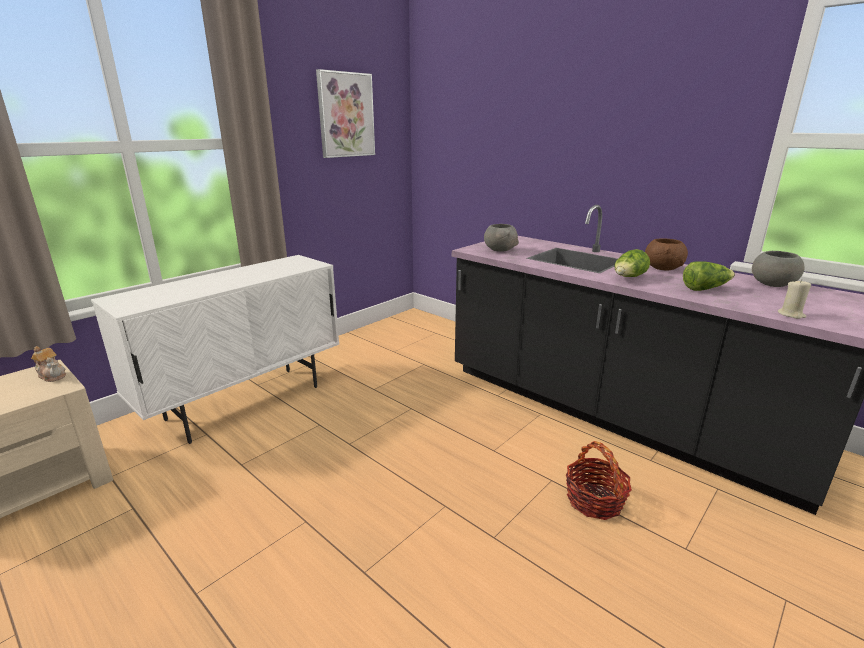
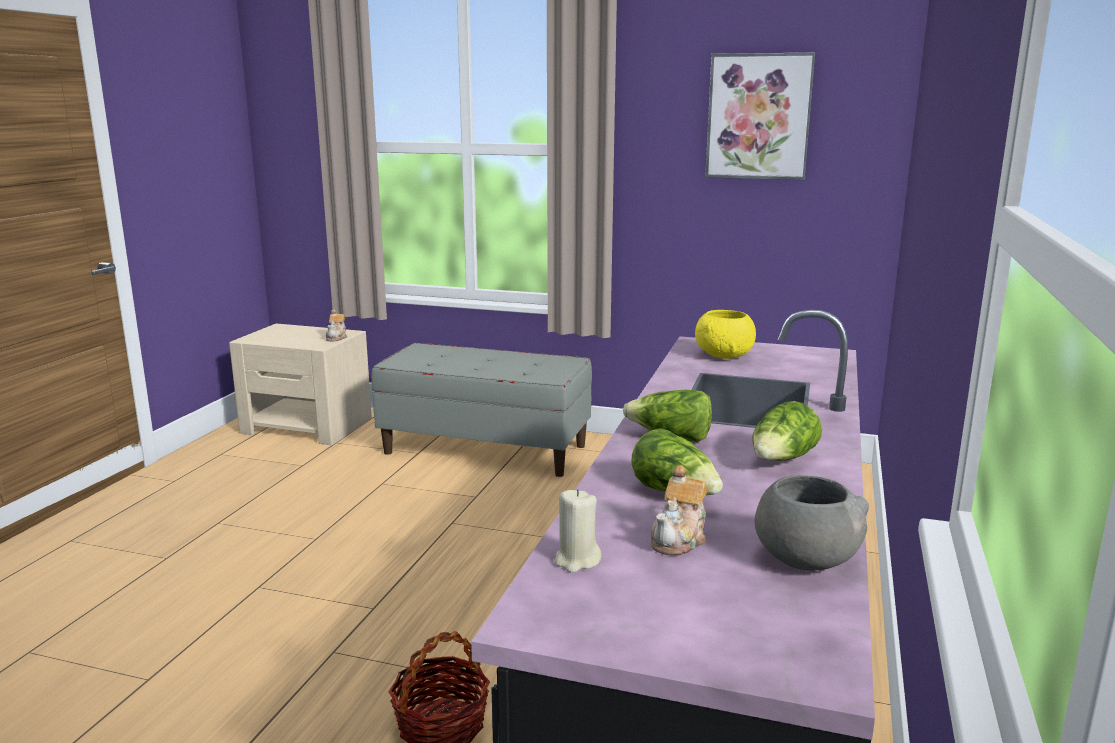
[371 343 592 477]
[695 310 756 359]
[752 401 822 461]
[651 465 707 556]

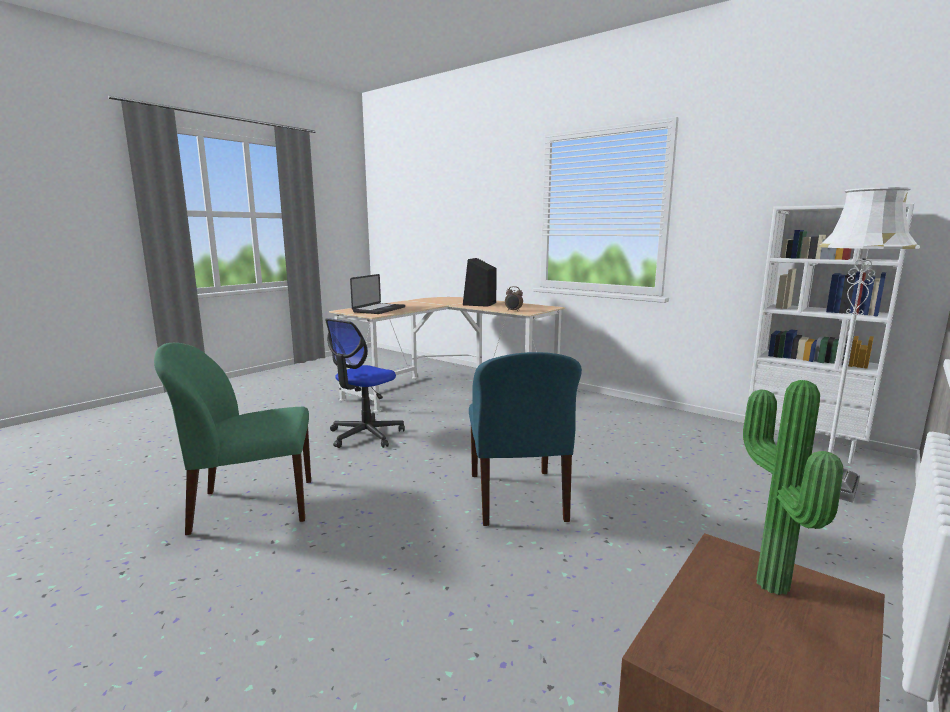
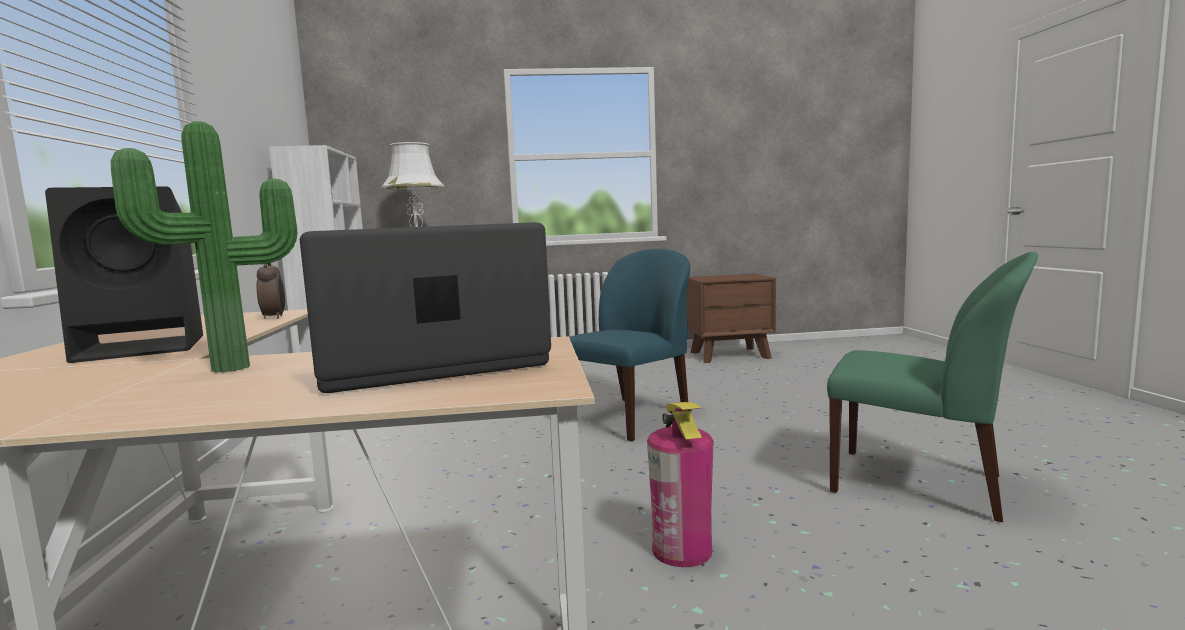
[647 402 713 567]
[111 121 297 373]

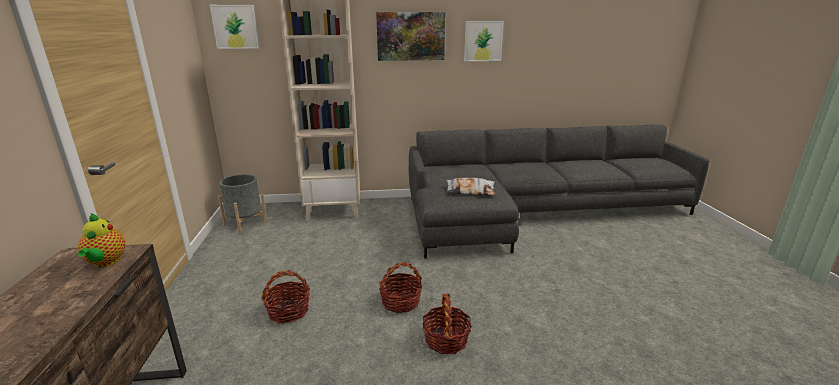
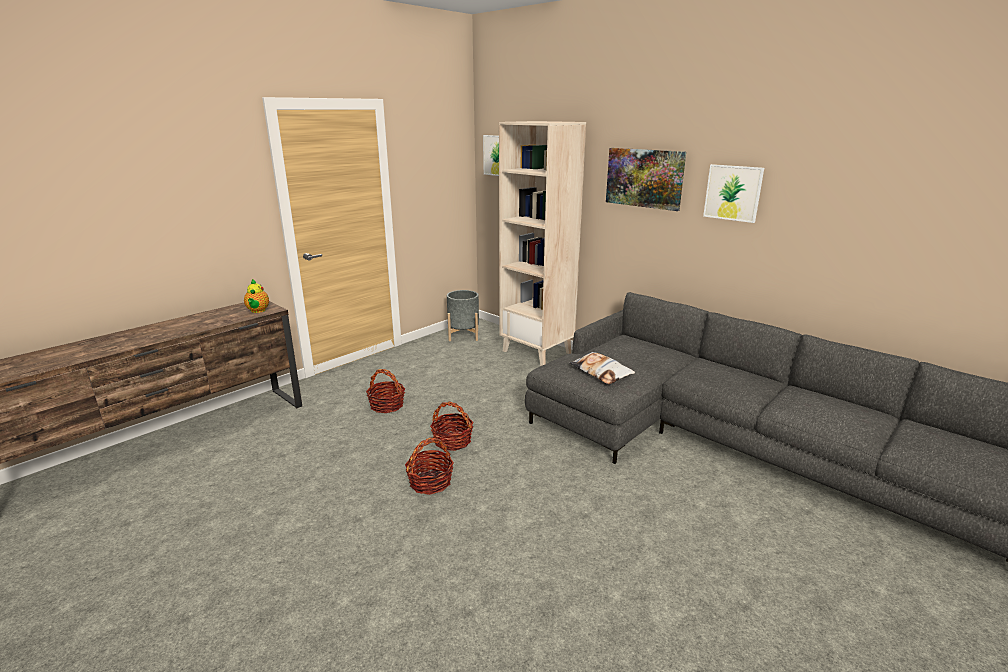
[244 279 269 313]

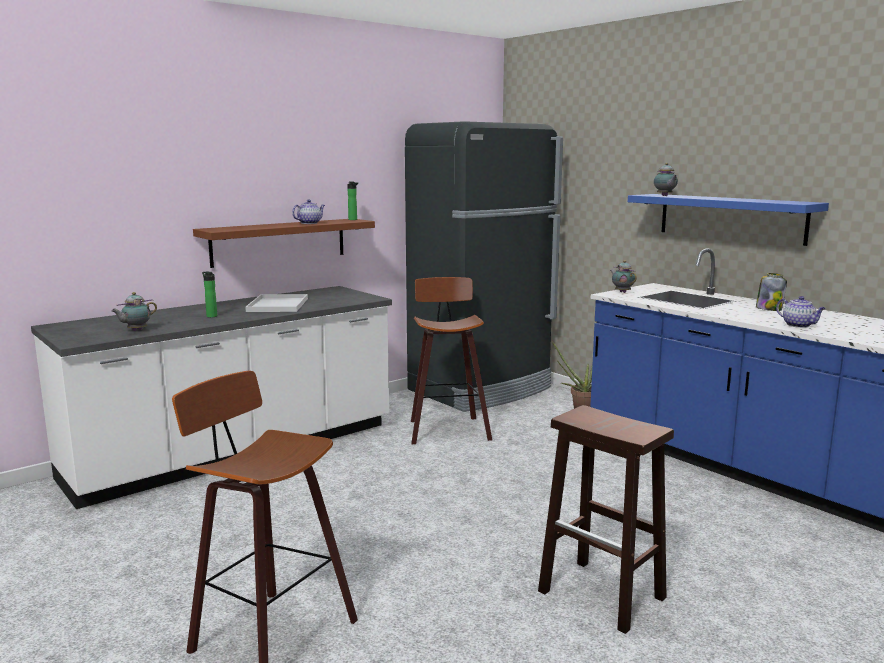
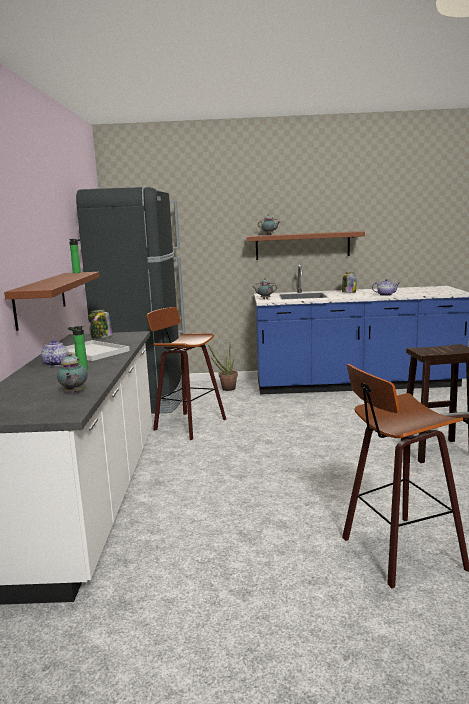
[41 340 68 366]
[246 231 365 260]
[88 310 112 339]

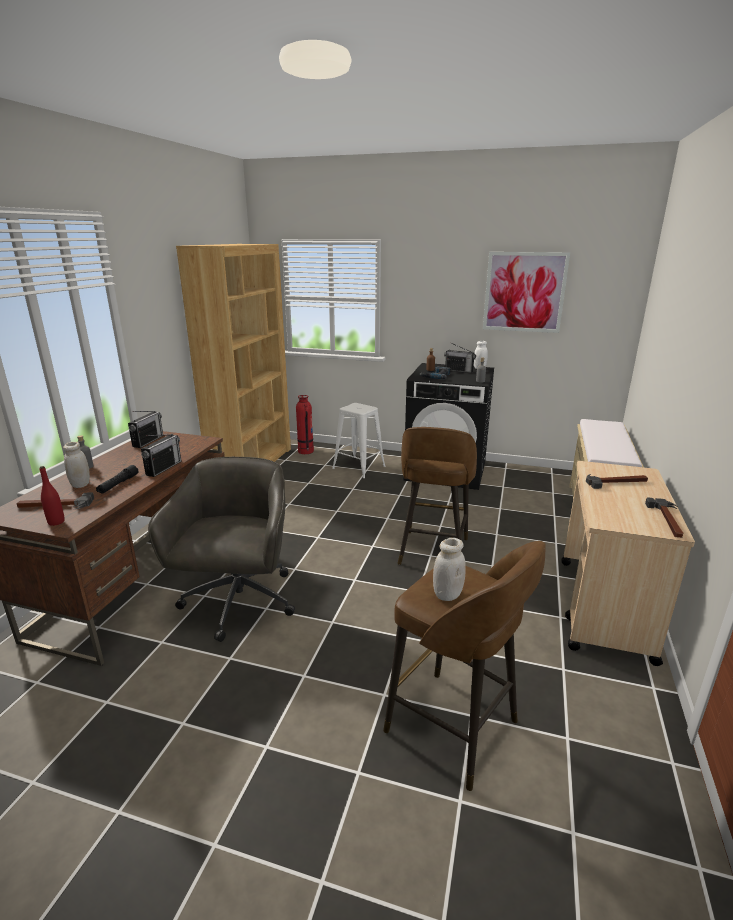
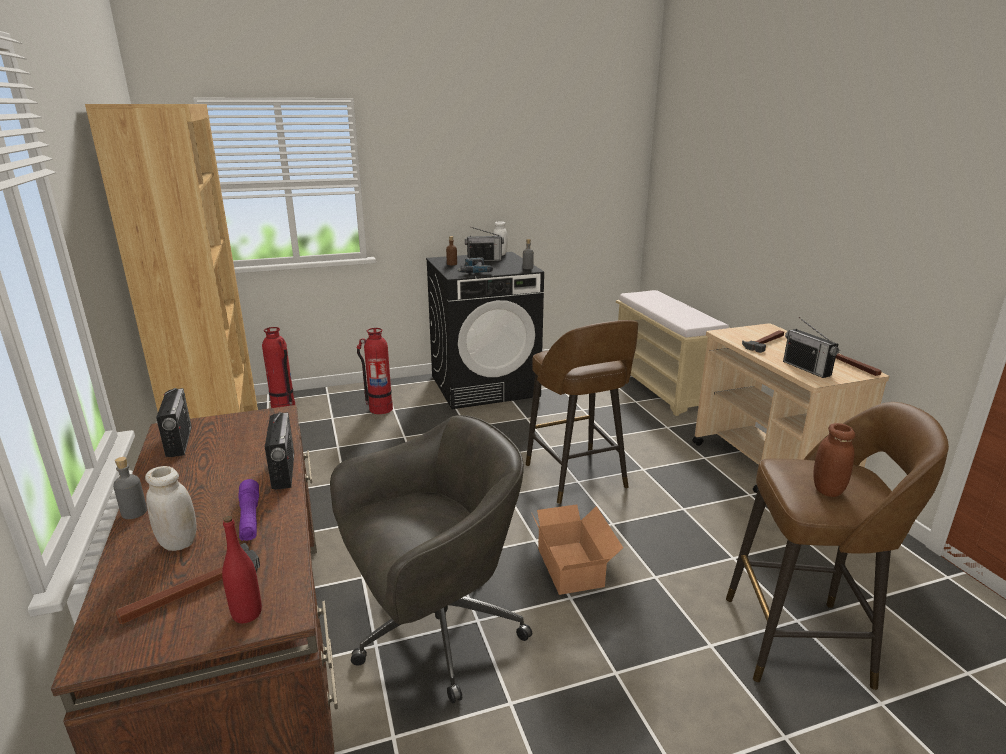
[238 479 259 541]
[330 415 532 703]
[357 328 393 414]
[813 423 855 497]
[483 252 570 333] (first image)
[531 504 623 595]
[783 317 839 378]

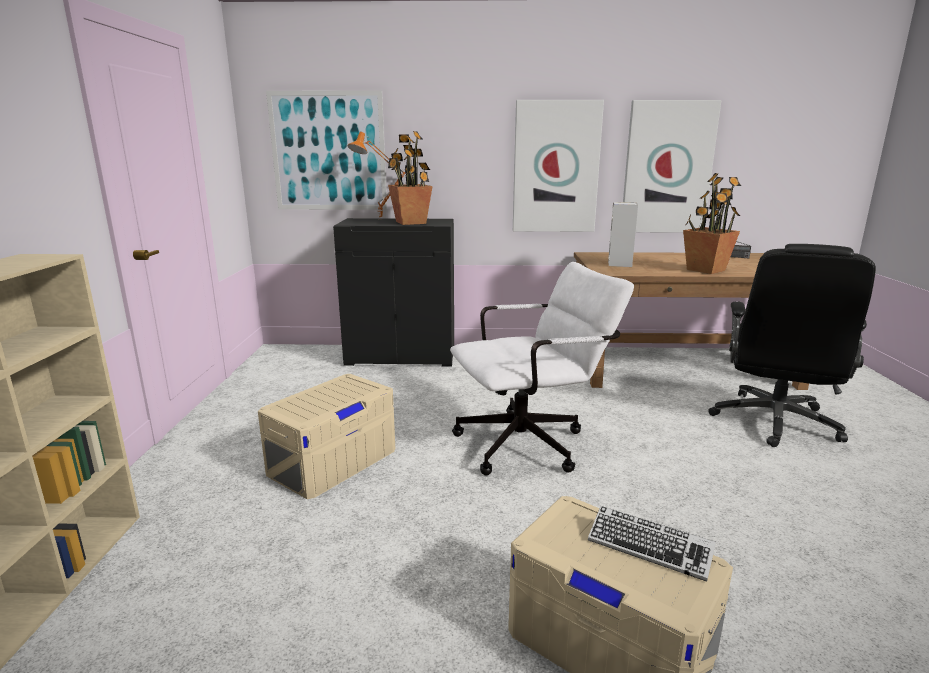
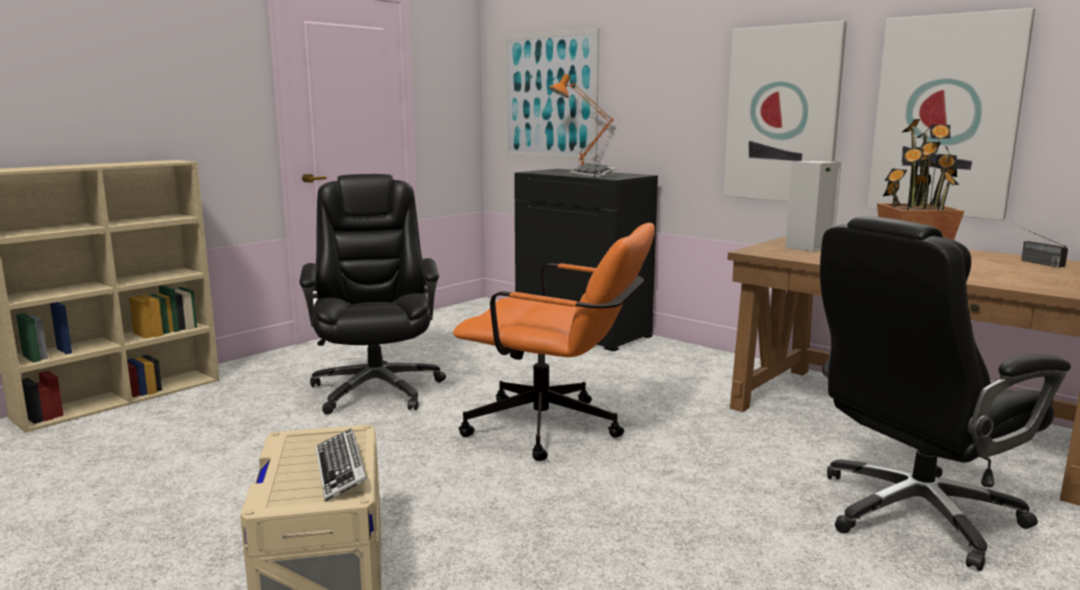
[299 174 446 414]
[570 163 617 178]
[453 223 655 461]

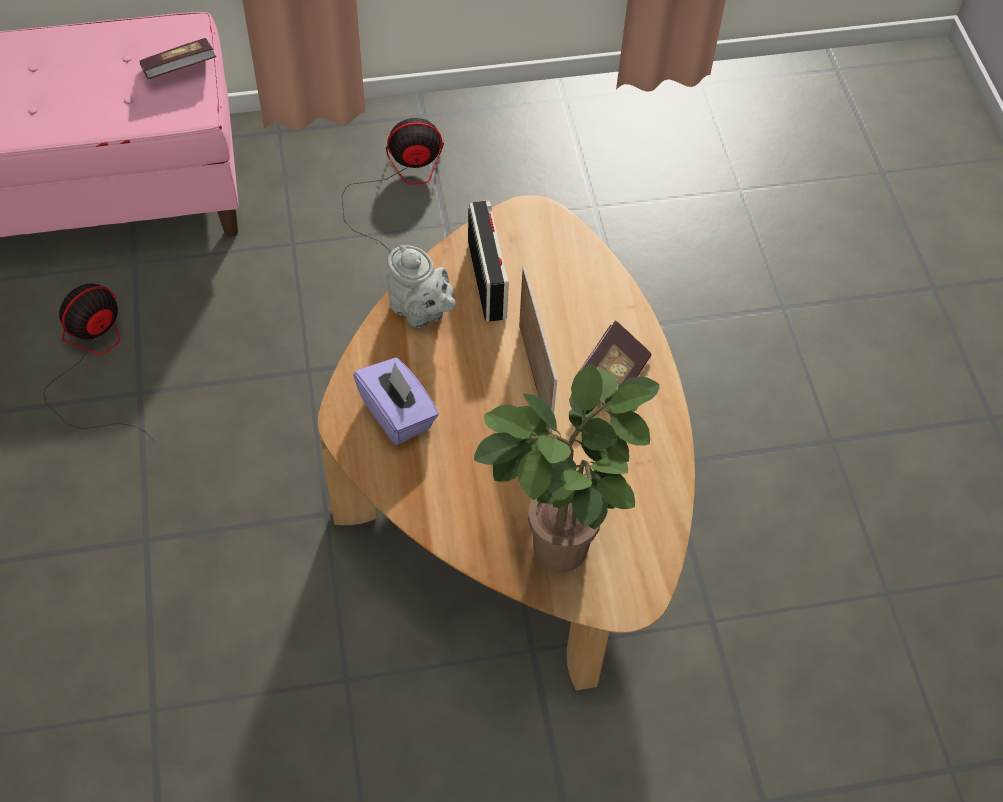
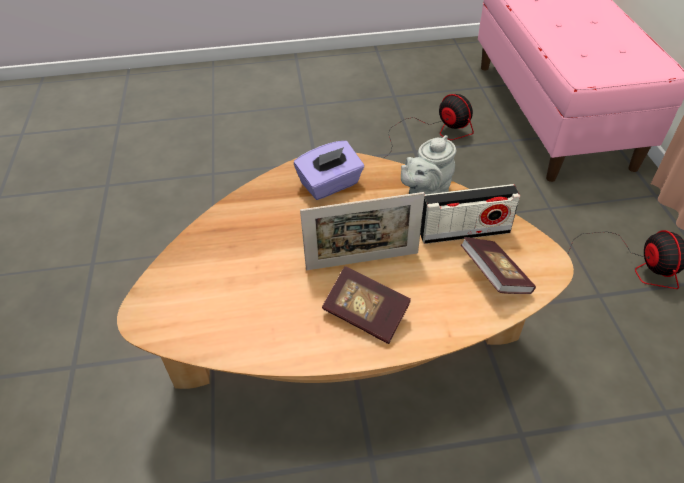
[461 237 536 294]
[474 364 660 572] (first image)

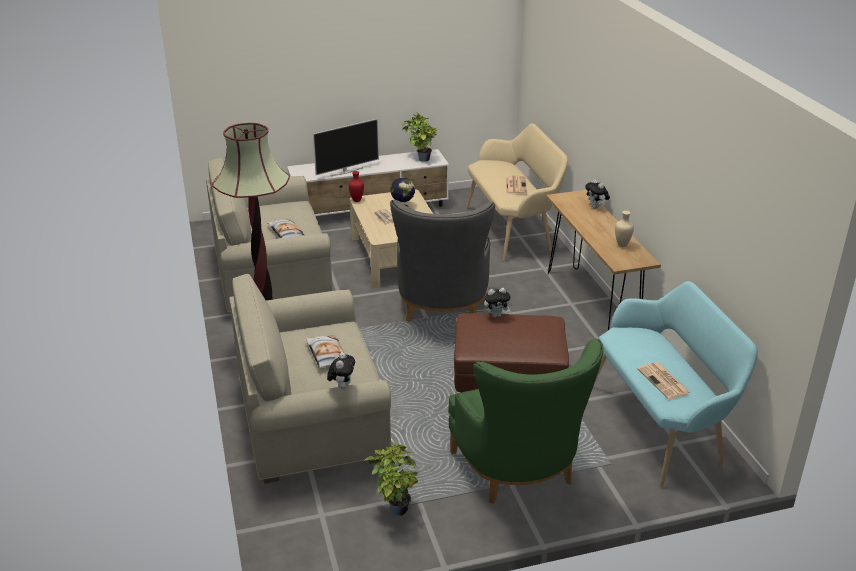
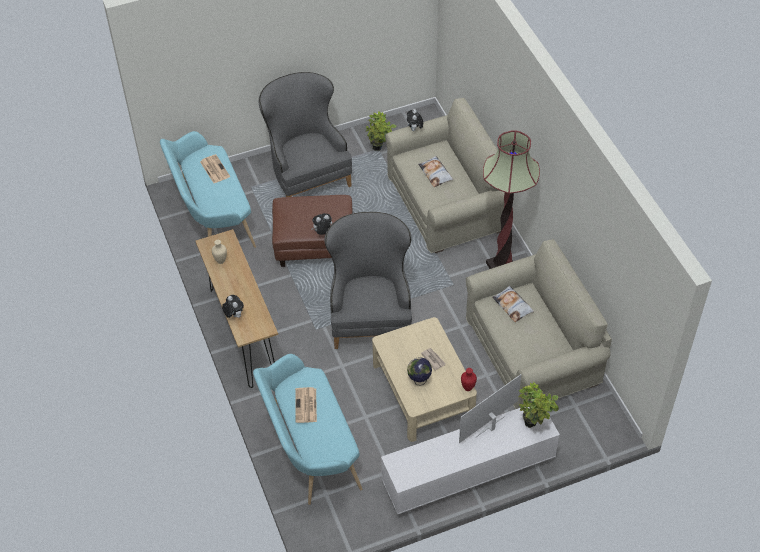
[518 382 559 428]
[259 72 352 197]
[253 354 362 505]

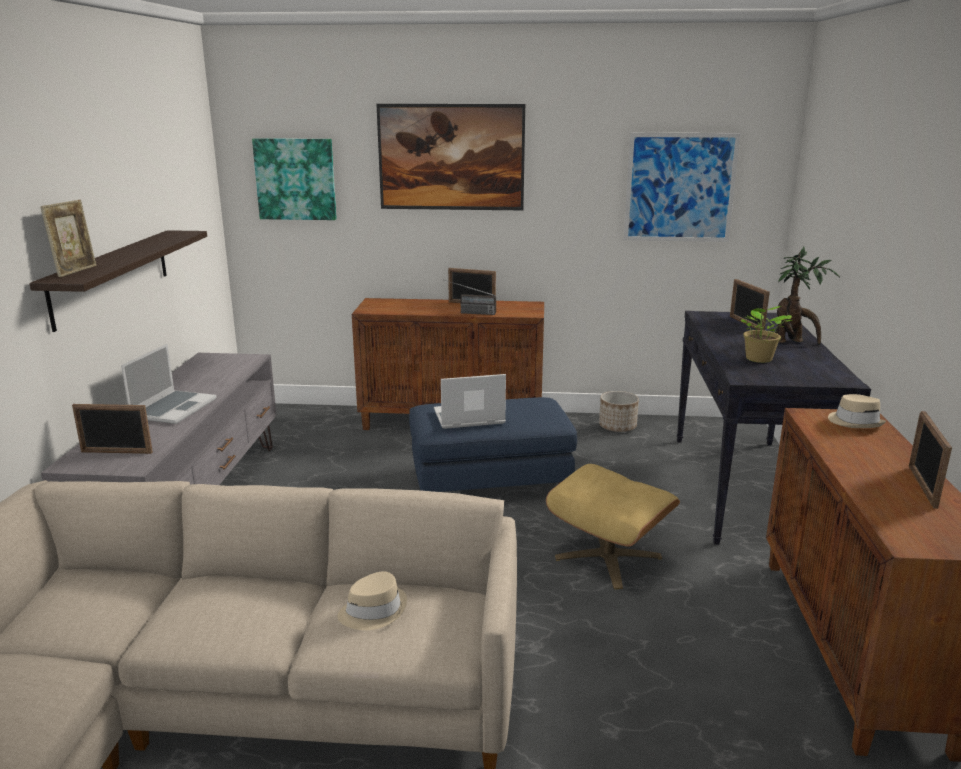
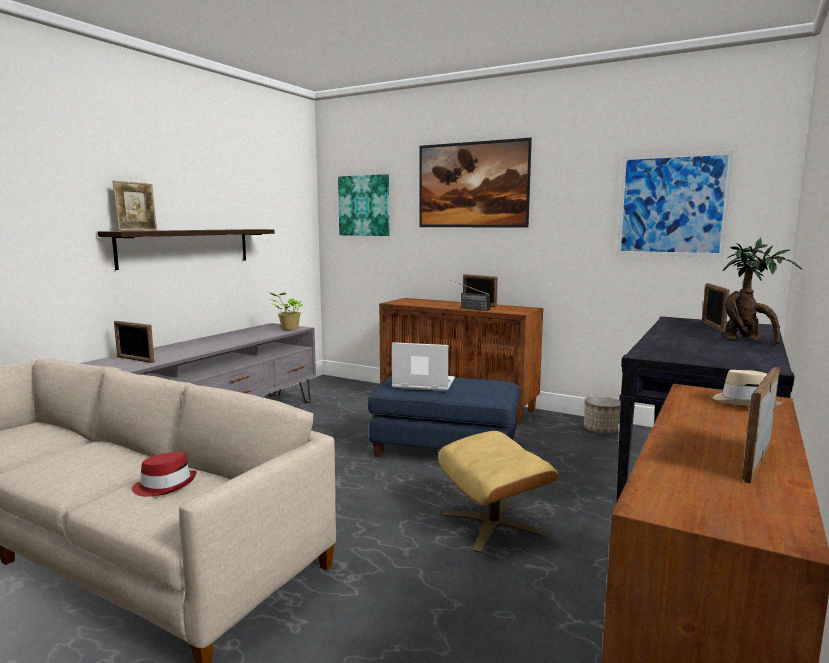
[121 344 217 424] (first image)
[132 452 196 497]
[270 293 303 330]

